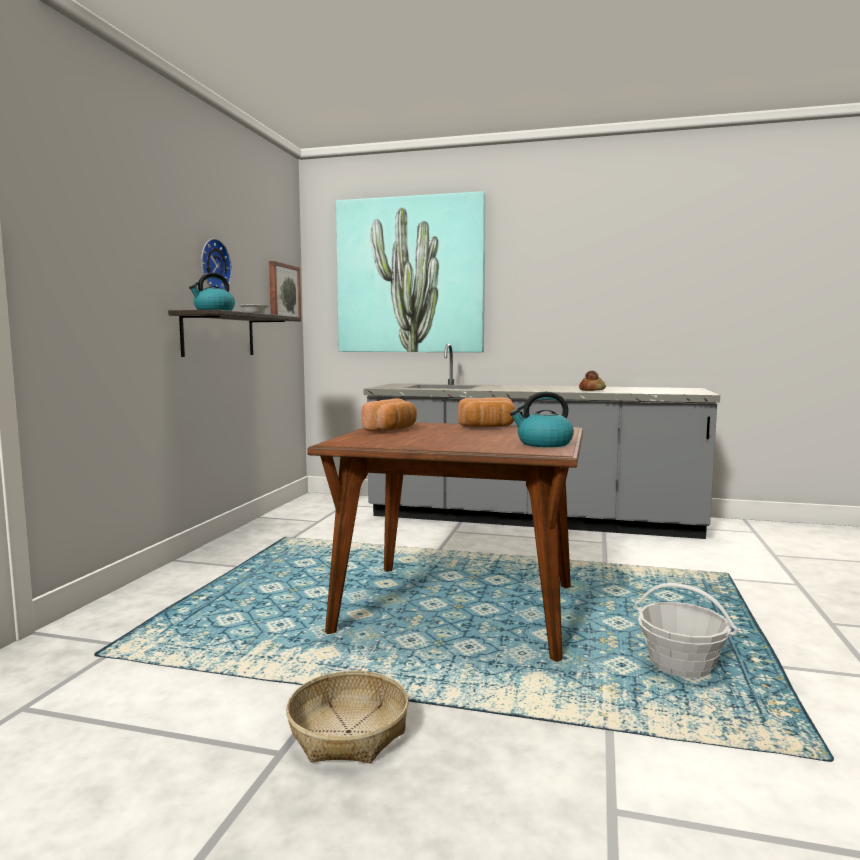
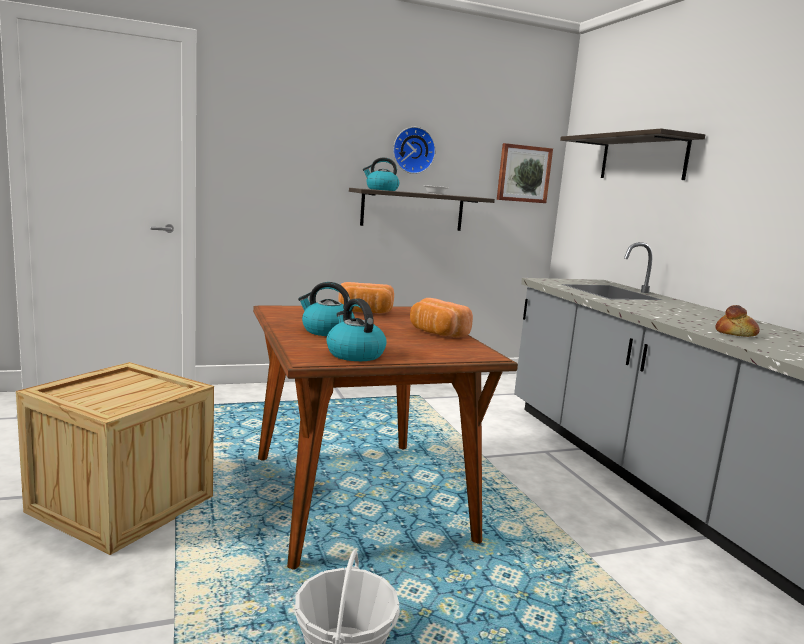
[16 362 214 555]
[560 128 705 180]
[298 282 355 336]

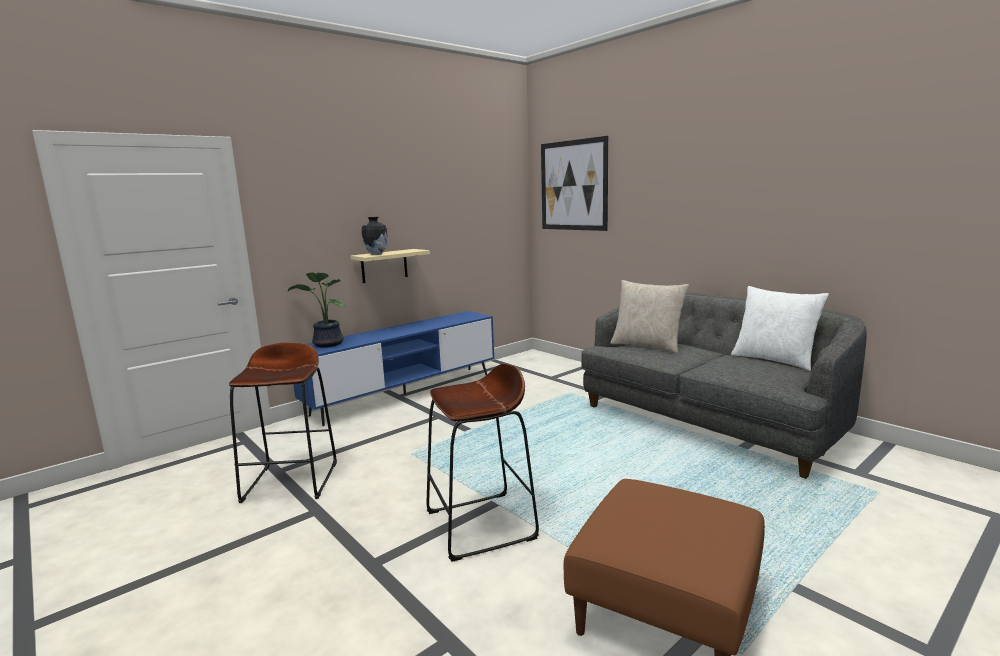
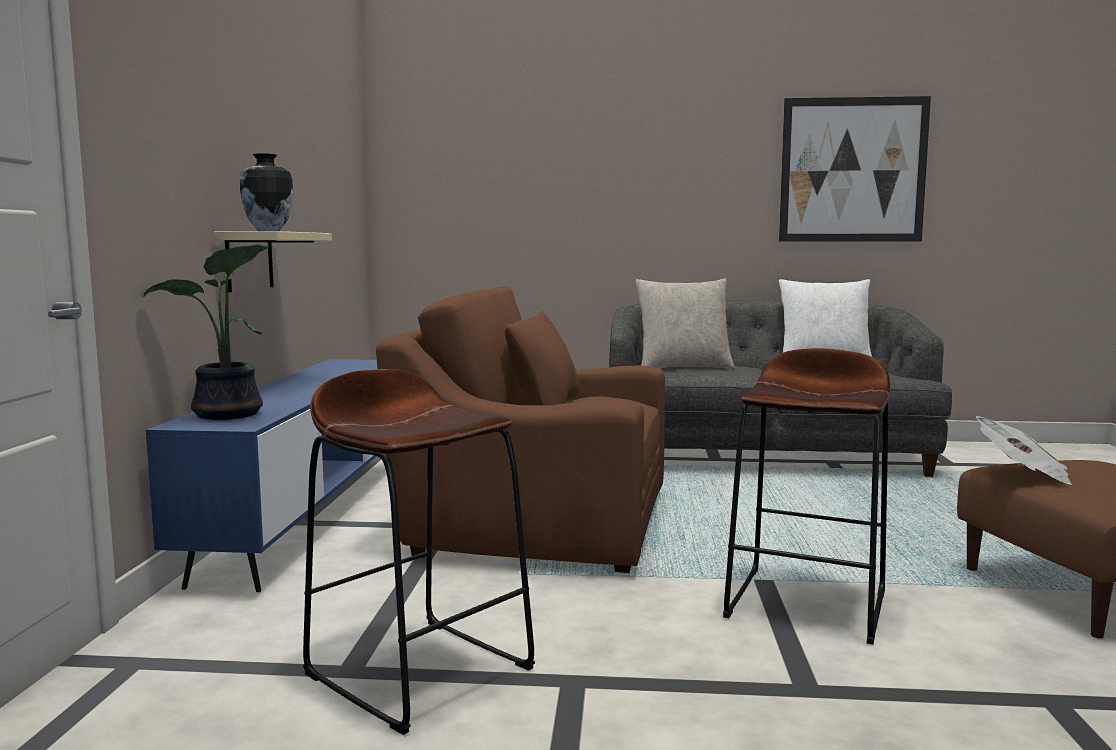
[779 96 931 242]
[376 287 665 573]
[976 416 1072 485]

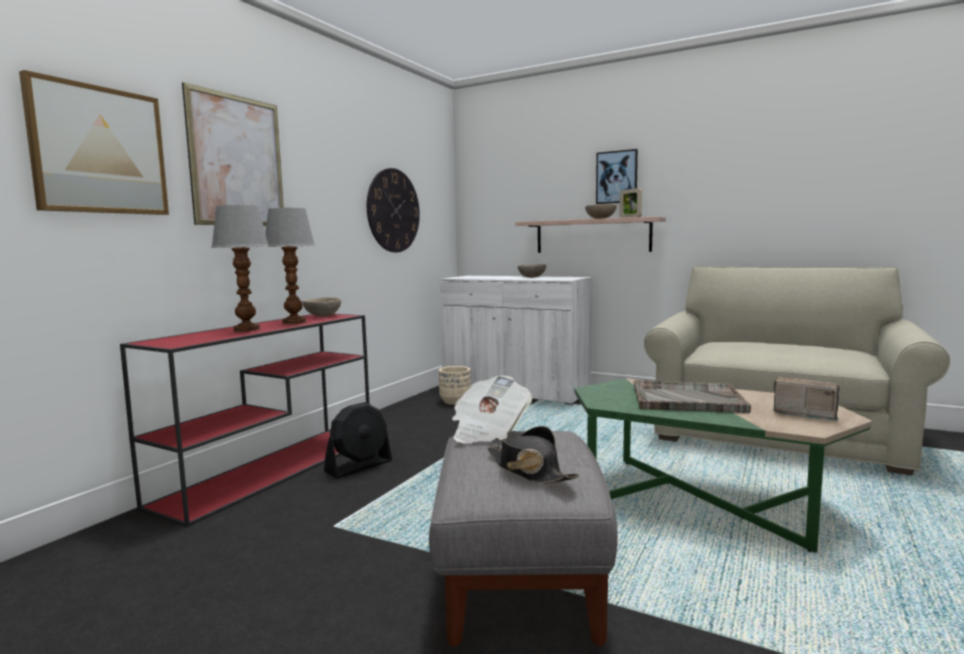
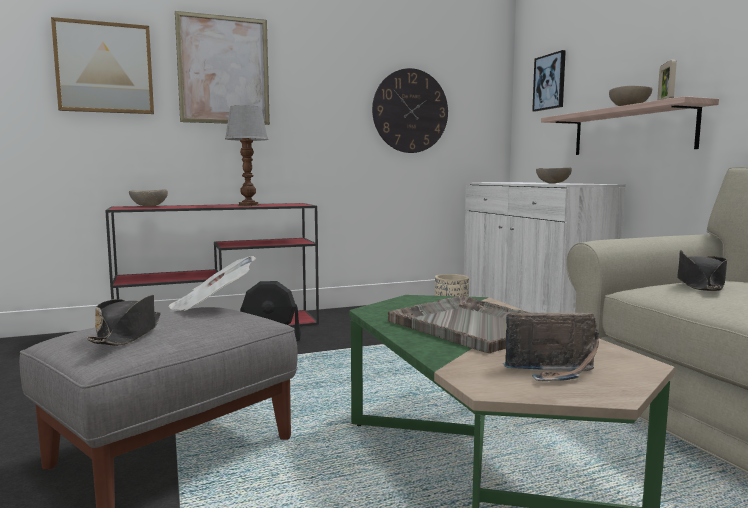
[211 205 269 332] (first image)
[129 189 168 207]
[532 50 566 112]
[503 313 599 381]
[677 250 727 291]

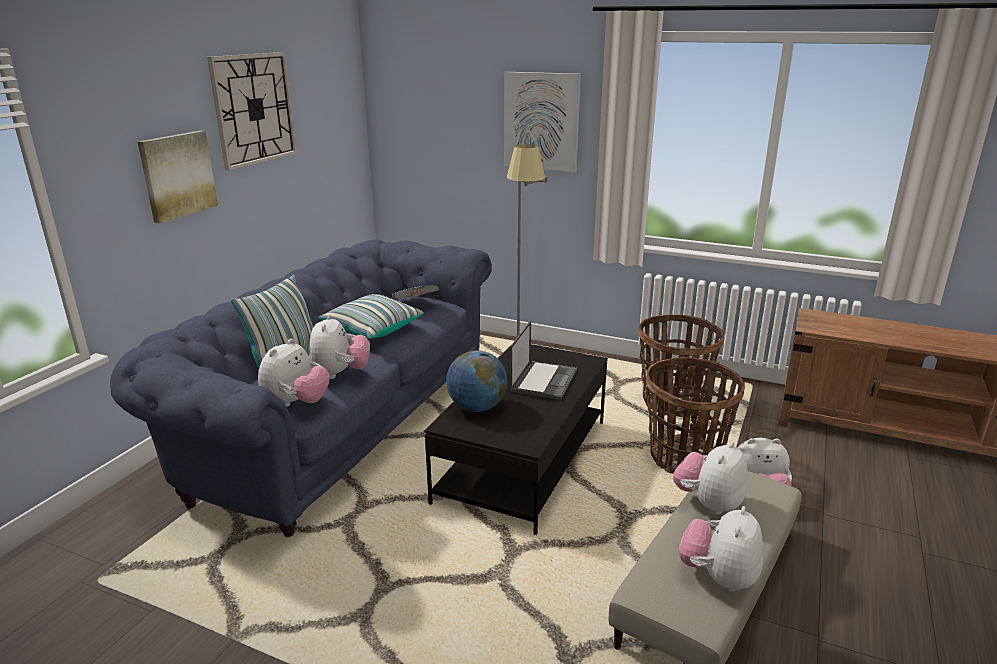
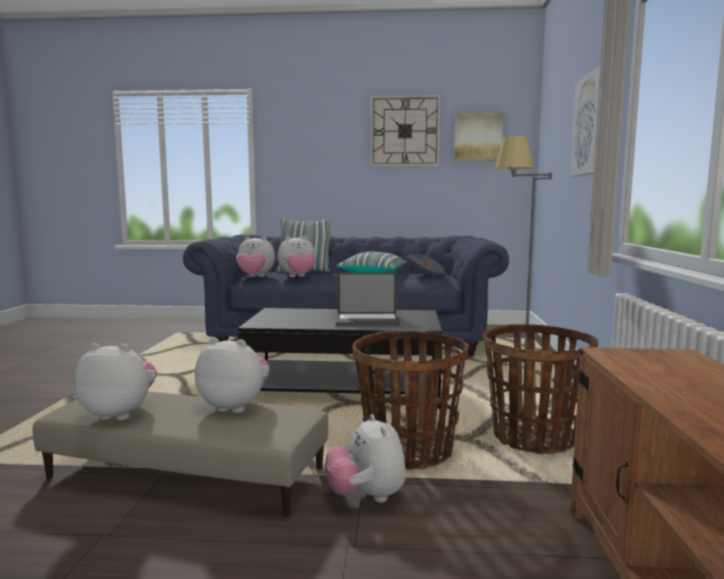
[454 112 504 161]
[446 350 508 412] (first image)

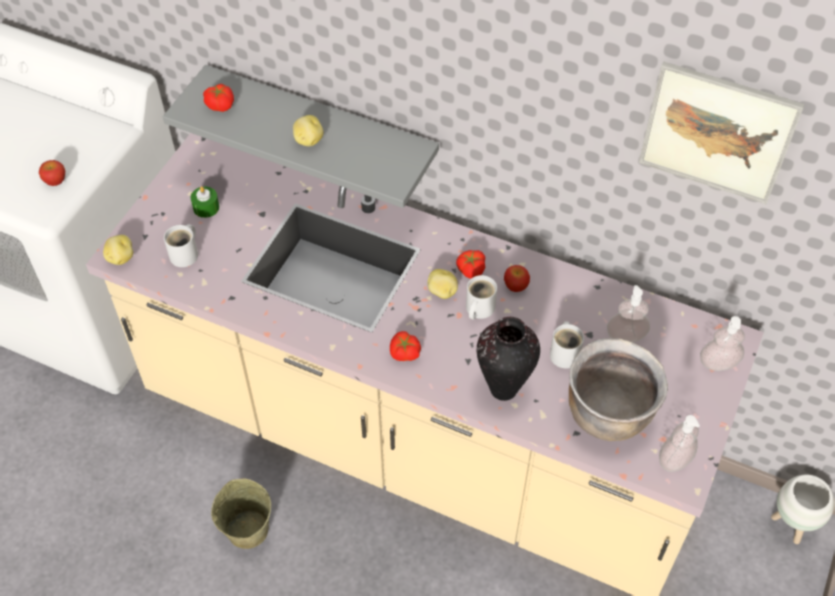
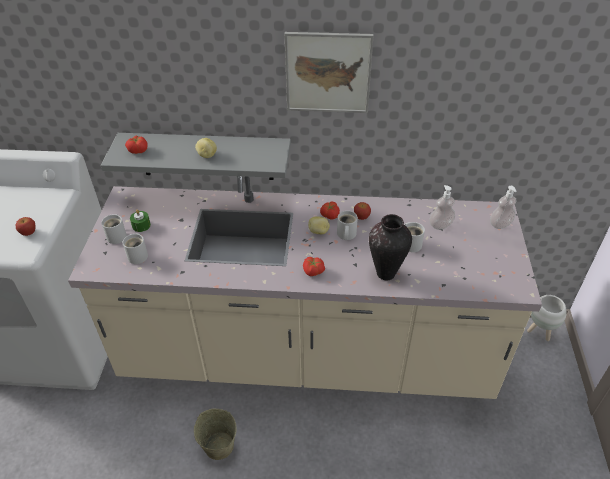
[103 235 133 265] (first image)
[569 338 668 441] (first image)
[285 32 374 113]
[659 415 700 472] (first image)
[101 214 127 244]

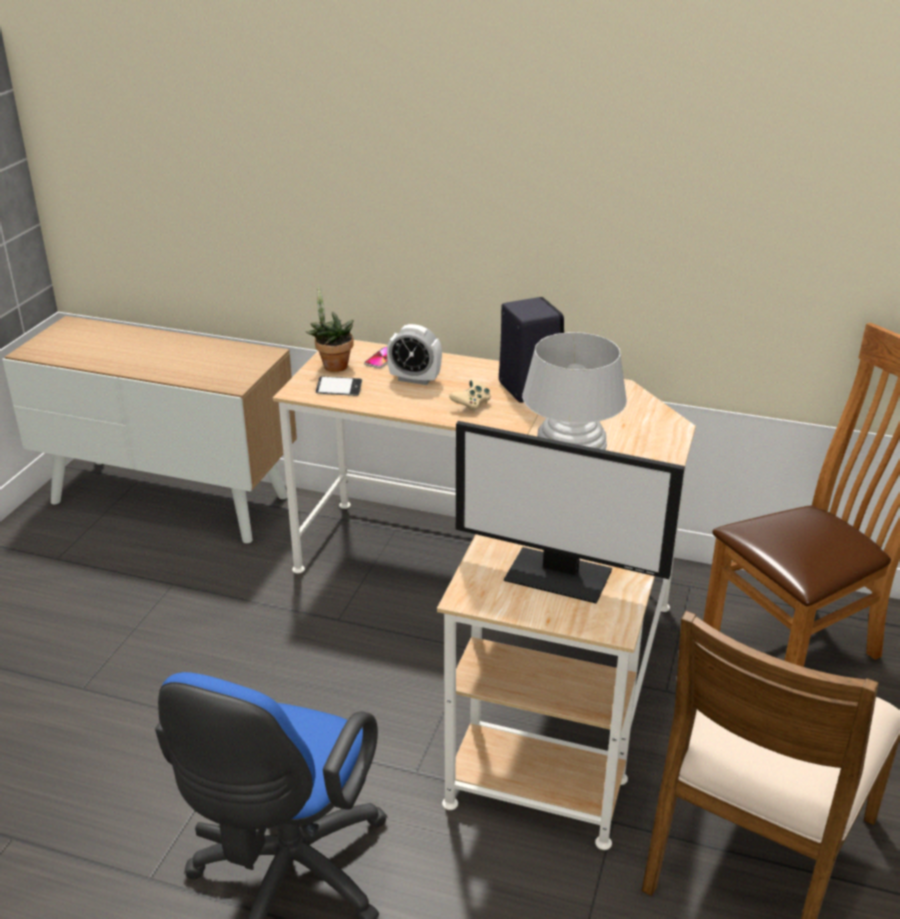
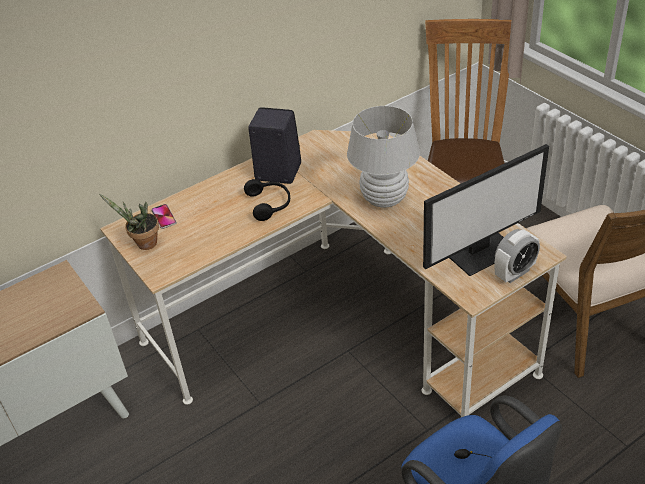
[316 376 362 396] (first image)
[494 229 540 283]
[244 179 290 221]

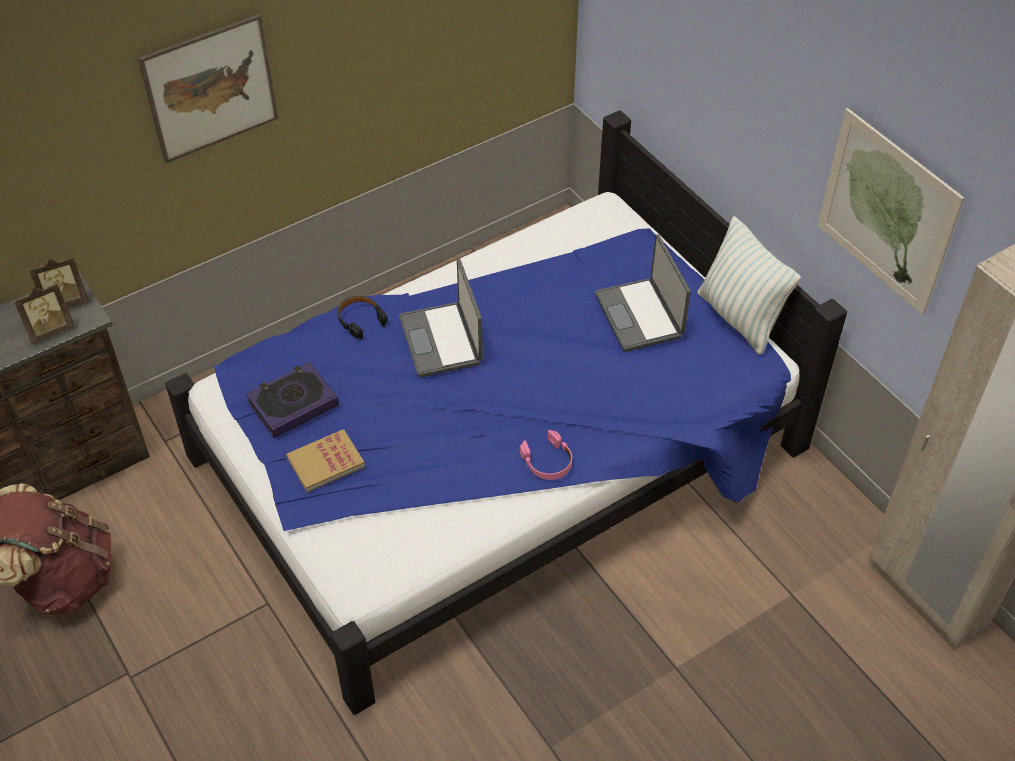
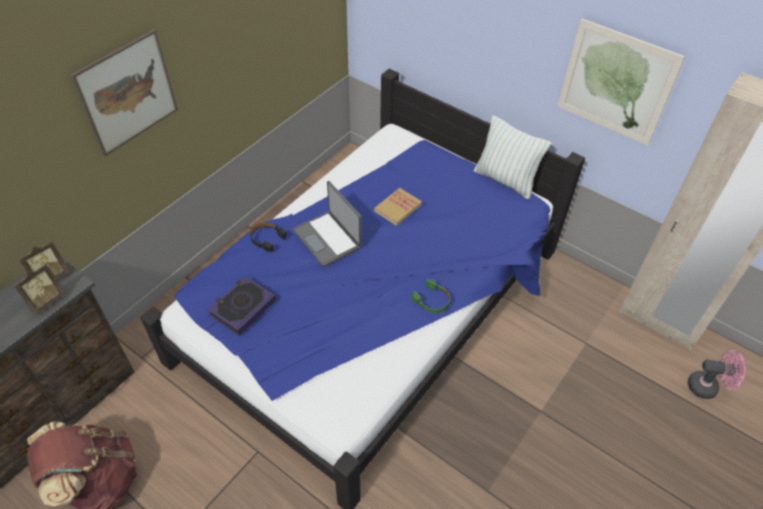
[374 188 422 226]
[411 279 450 313]
[595 234 691 352] (first image)
[688 350 746 399]

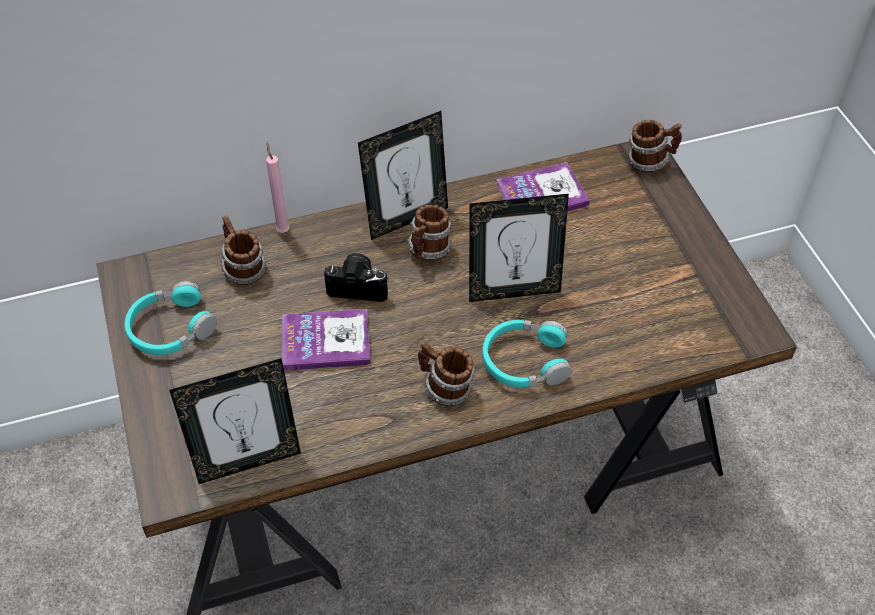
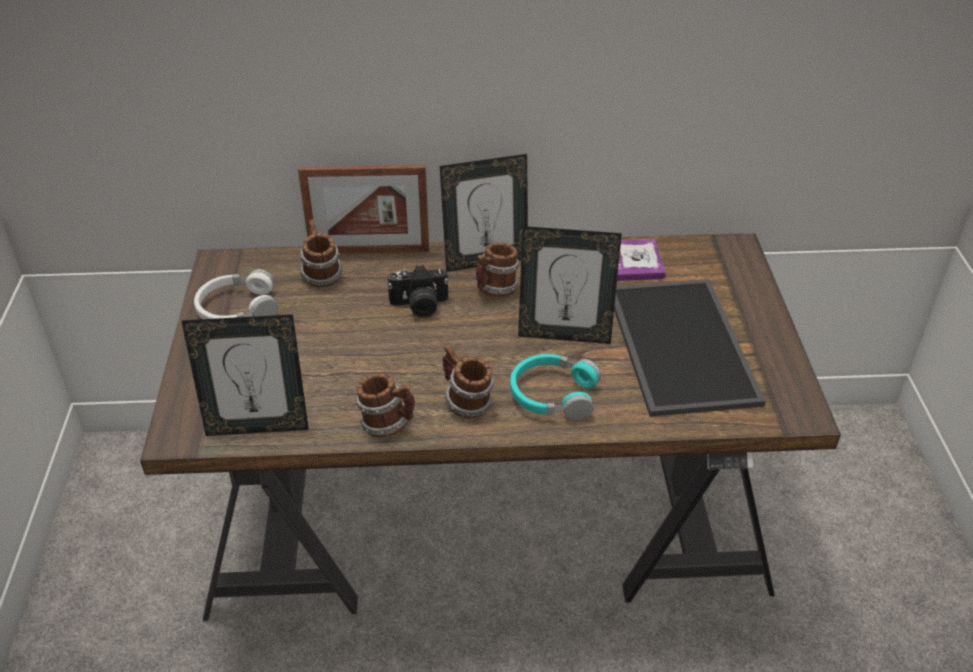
[194 269 278 319]
[298 165 429 253]
[282 309 371 371] (first image)
[387 265 449 318]
[356 373 415 438]
[614 279 766 417]

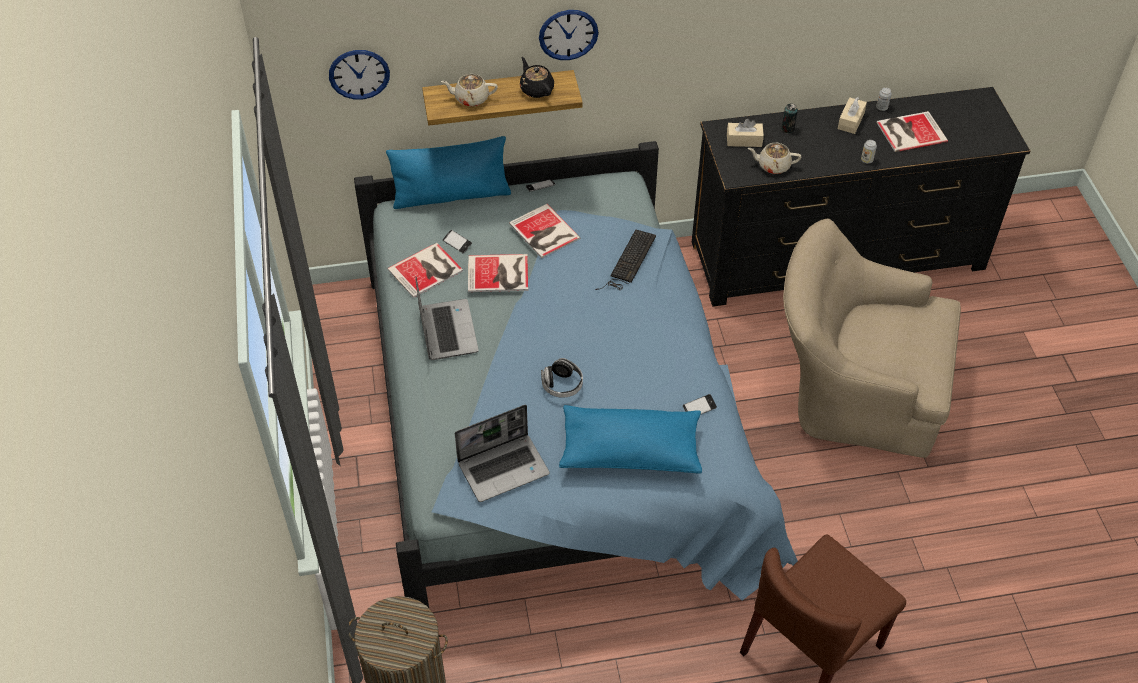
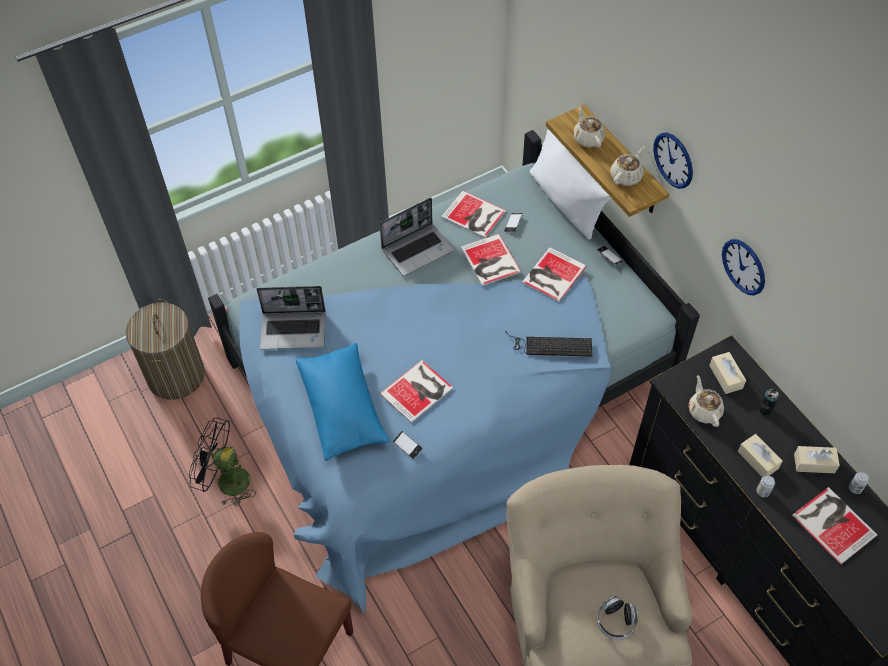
[722 239 765 295]
[530 129 611 240]
[257 286 326 349]
[610 146 645 186]
[597 596 638 640]
[189 418 256 506]
[380 360 453 423]
[738 434 783 477]

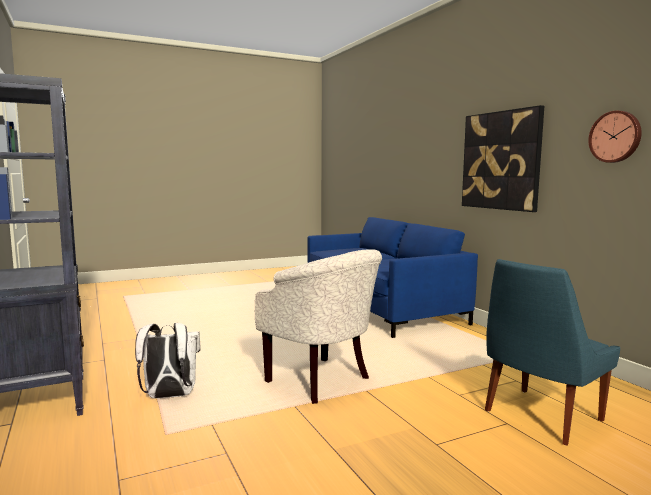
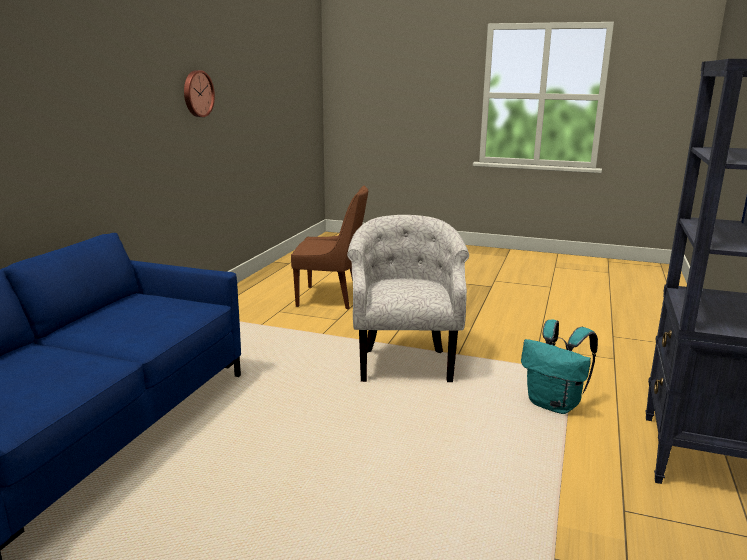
[521 320 598 414]
[462 105 544 212] (first image)
[291 186 368 309]

